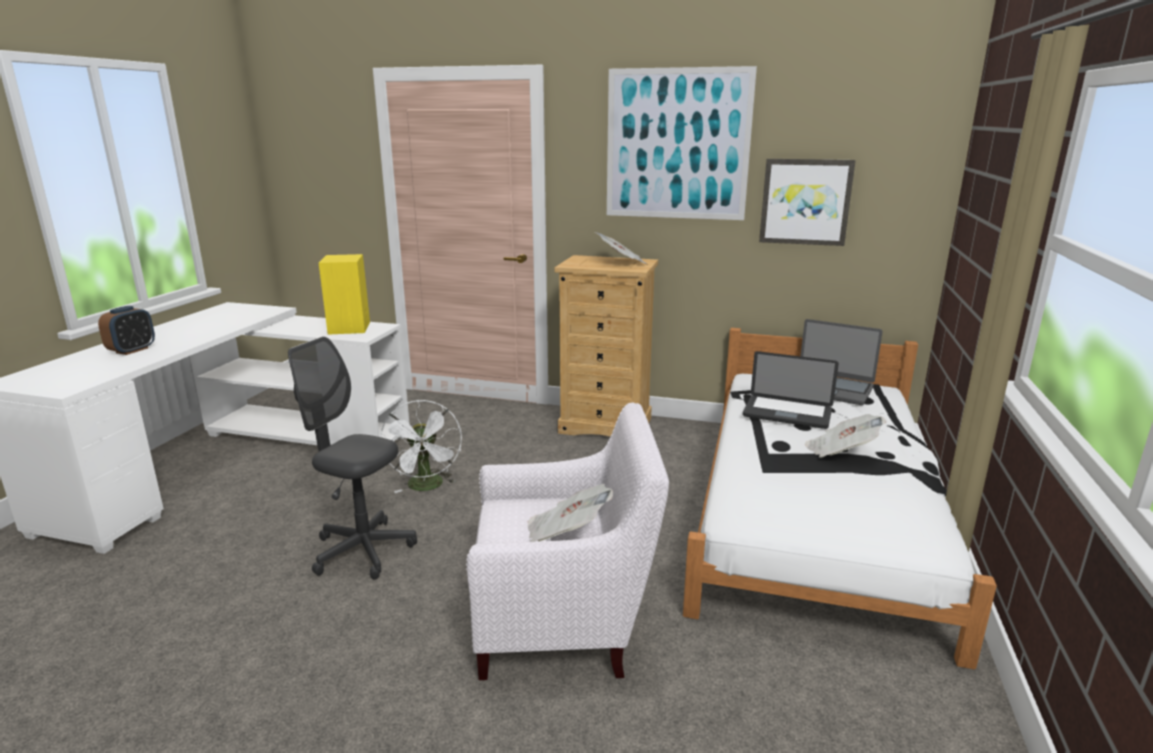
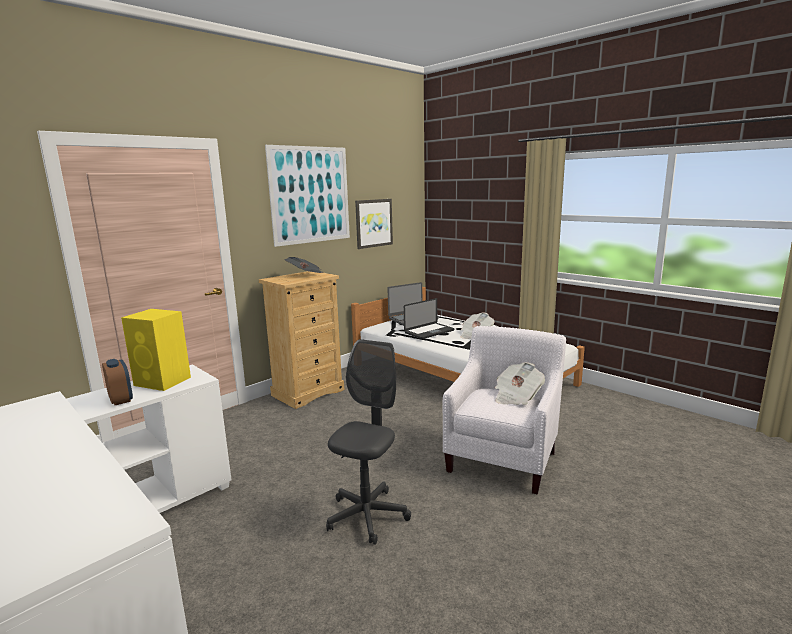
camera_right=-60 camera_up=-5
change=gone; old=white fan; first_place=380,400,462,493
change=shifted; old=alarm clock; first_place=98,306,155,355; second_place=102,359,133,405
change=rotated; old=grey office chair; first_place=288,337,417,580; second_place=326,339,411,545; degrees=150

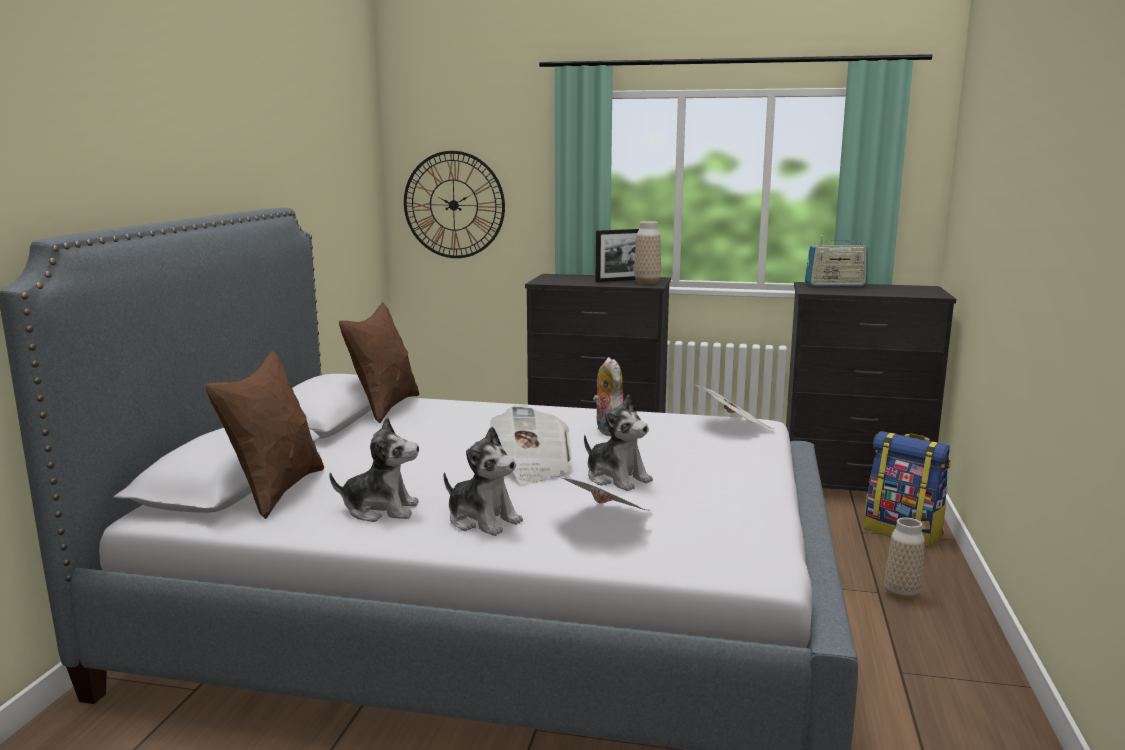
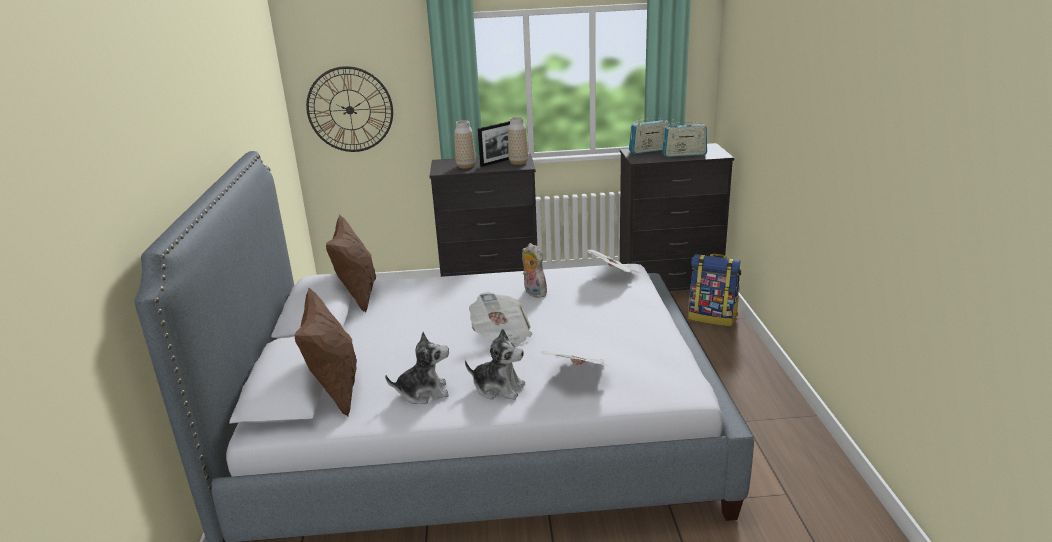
camera_right=-15 camera_up=10
change=gone; old=plush toy; first_place=584,395,653,491
change=new; new=radio; second_place=662,120,707,157
change=shifted; old=vase; first_place=884,518,925,601; second_place=455,120,476,169

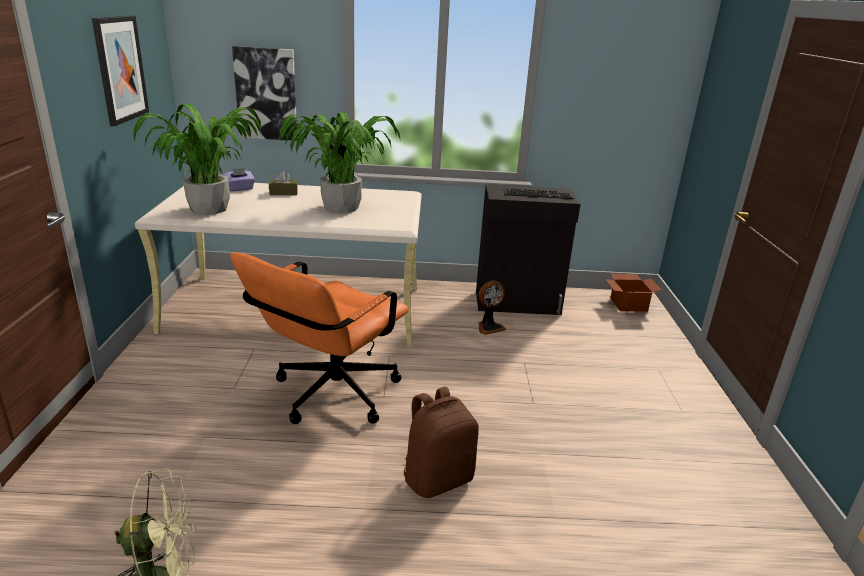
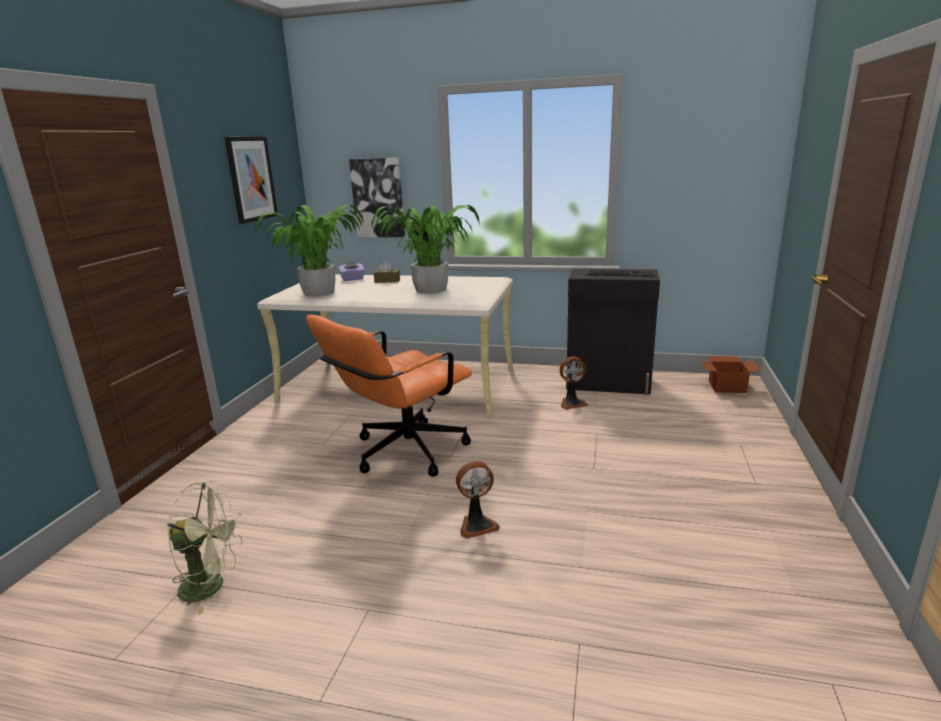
camera_right=15 camera_up=-5
change=swapped; old=brown backpack; new=fan; first_place=404,387,479,498; second_place=456,461,500,539

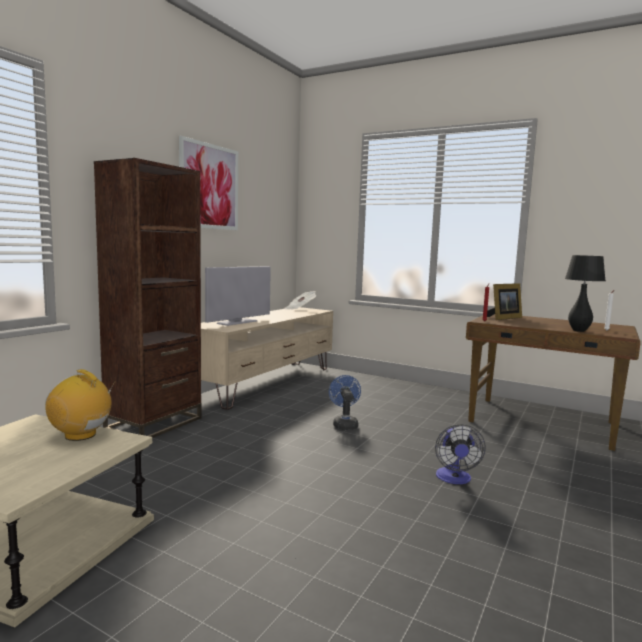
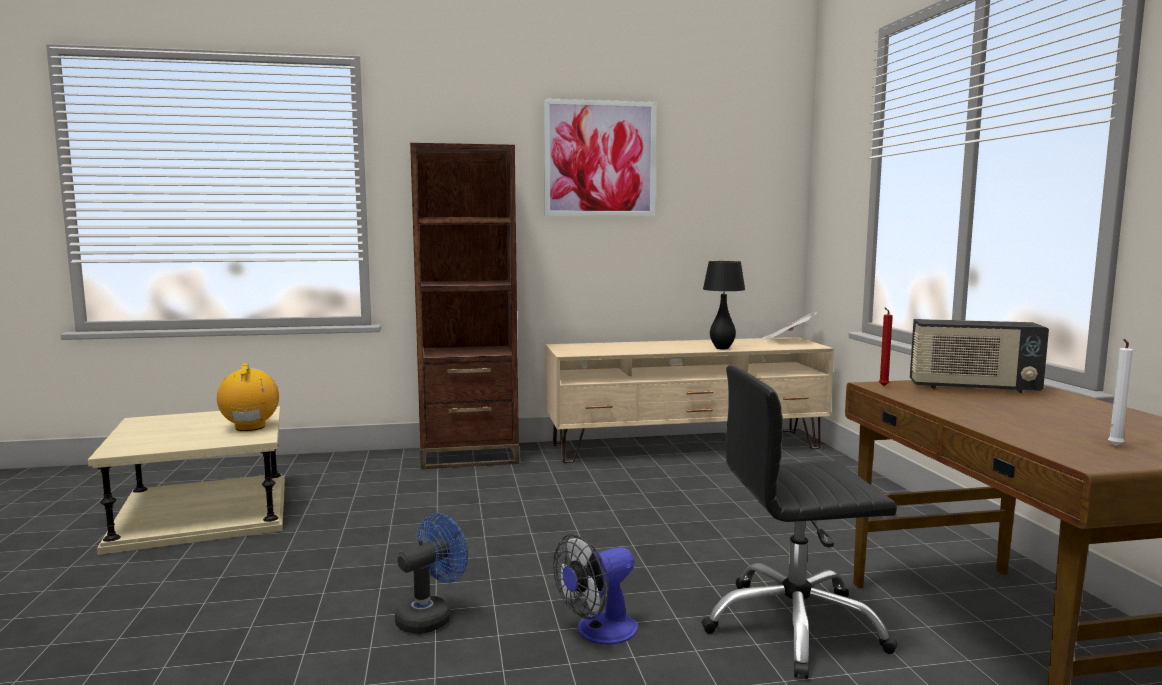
camera_right=50 camera_up=0
change=gone; old=television; first_place=205,266,271,326
change=new; new=black office chair; second_place=701,366,897,679
change=shifted; old=blue fan; first_place=329,375,361,430; second_place=395,513,468,634
change=shifted; old=black table lamp; first_place=565,255,605,332; second_place=703,261,745,350
change=swapped; old=picture frame; new=radio; first_place=487,283,522,320; second_place=910,319,1049,393

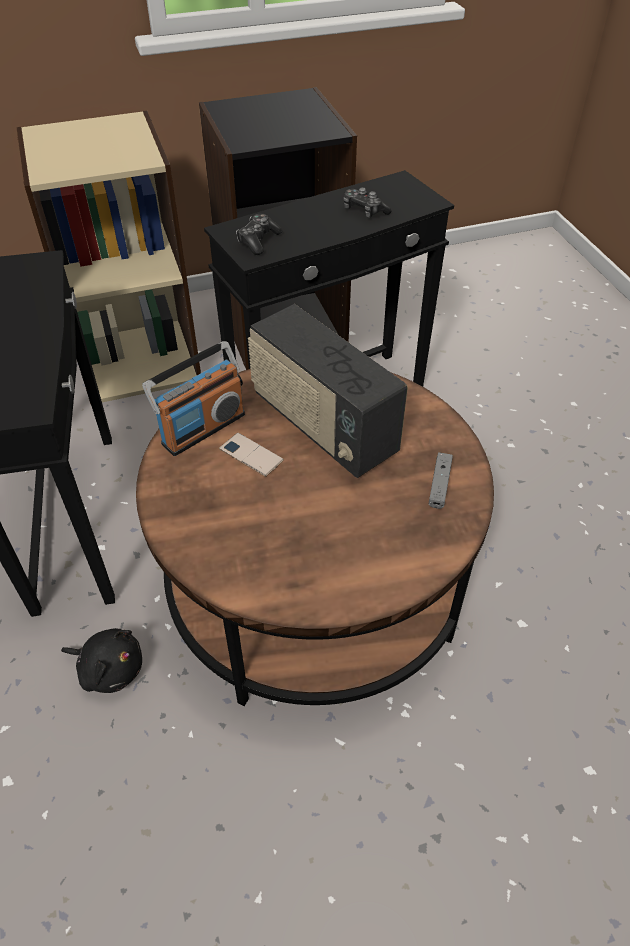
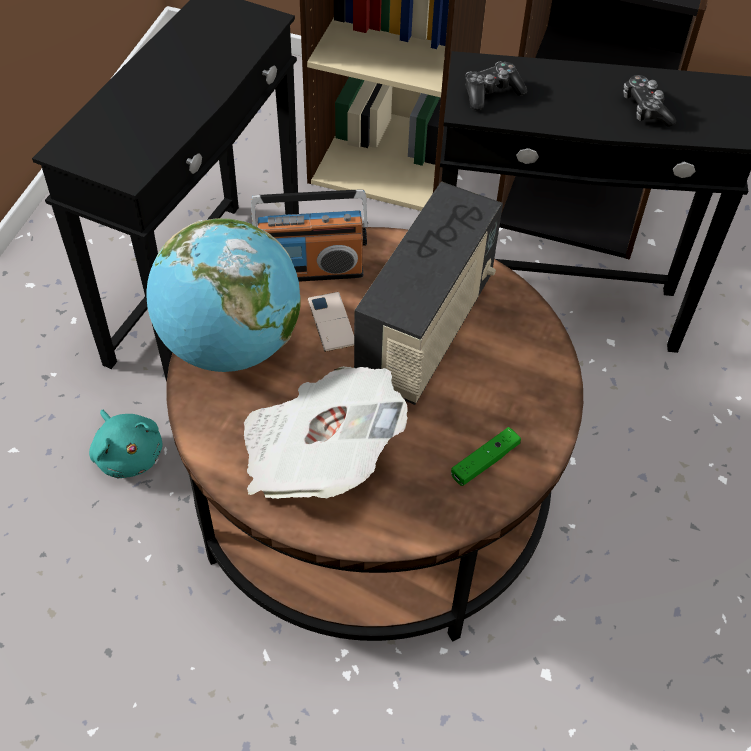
camera_right=35 camera_up=5
change=new; new=globe; second_place=146,218,301,372
change=new; new=newspaper; second_place=244,366,408,499
change=repainted; old=black plush toy; new=turquoise plush toy; first_place=61,628,142,693; second_place=89,410,163,478
change=repainted; old=grey game controller; new=green game controller; first_place=429,452,453,509; second_place=451,427,521,486
change=rotated; old=radio; first_place=248,304,408,478; second_place=354,181,503,405; degrees=-150

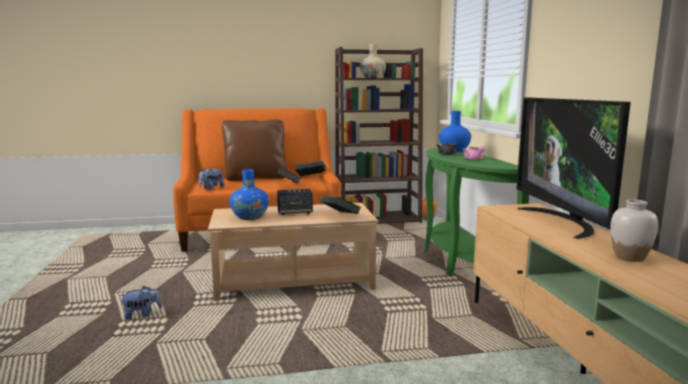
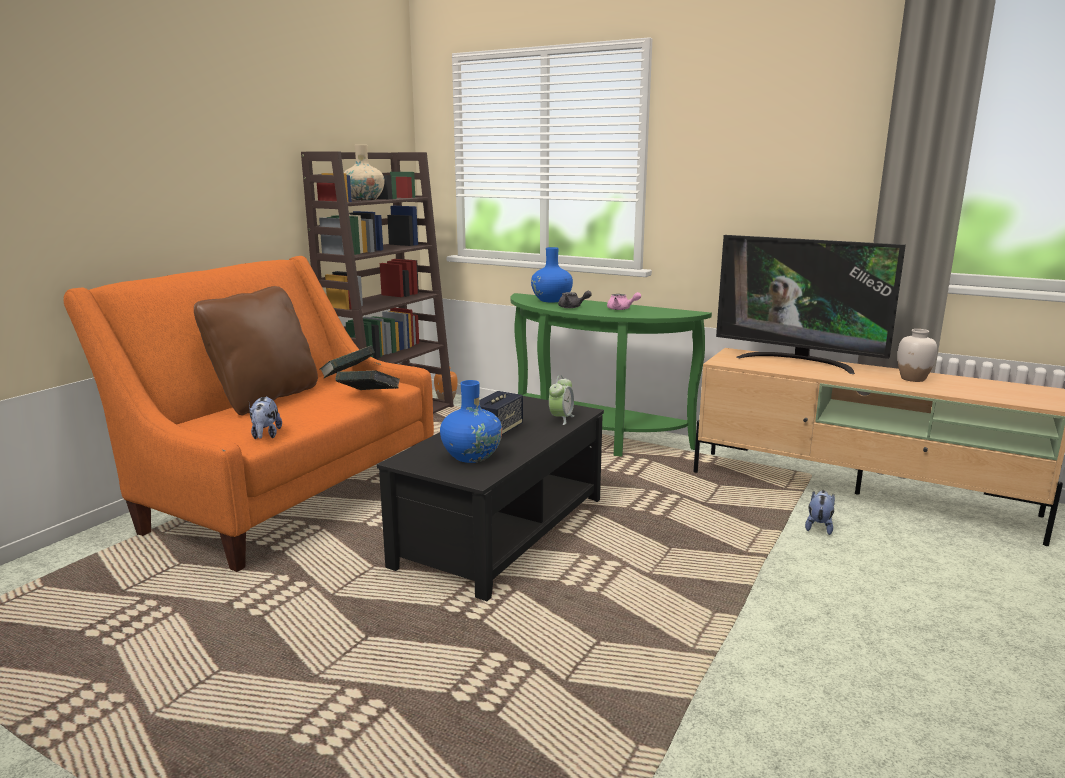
camera_right=-50 camera_up=5
change=shifted; old=plush toy; first_place=119,286,162,320; second_place=805,490,835,535
change=swapped; old=book; new=alarm clock; first_place=320,195,361,214; second_place=549,375,575,425
change=repainted; old=beige coffee table; new=black coffee table; first_place=208,203,379,301; second_place=377,396,604,601

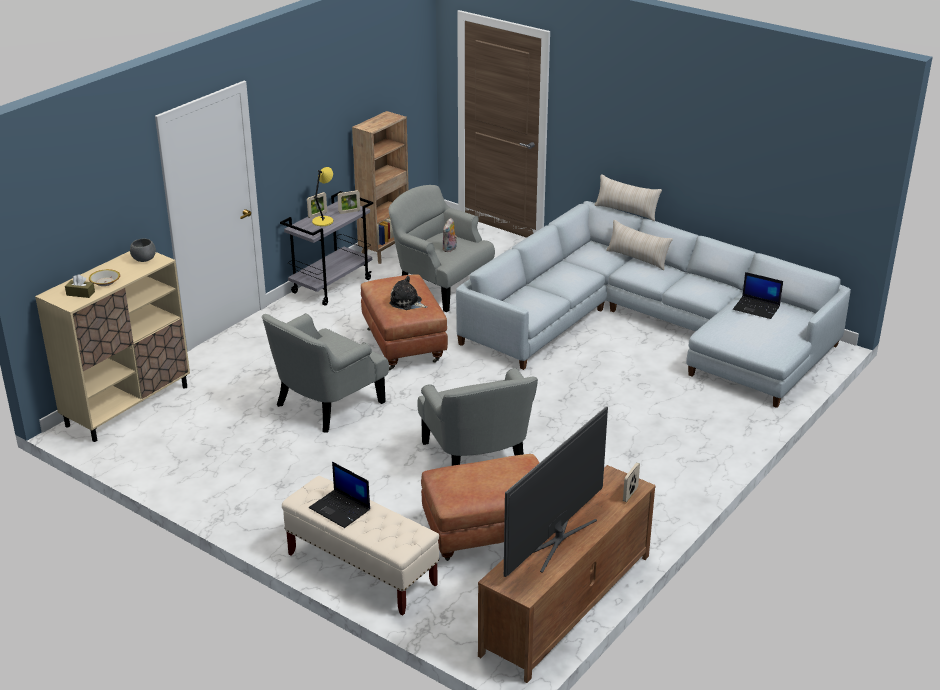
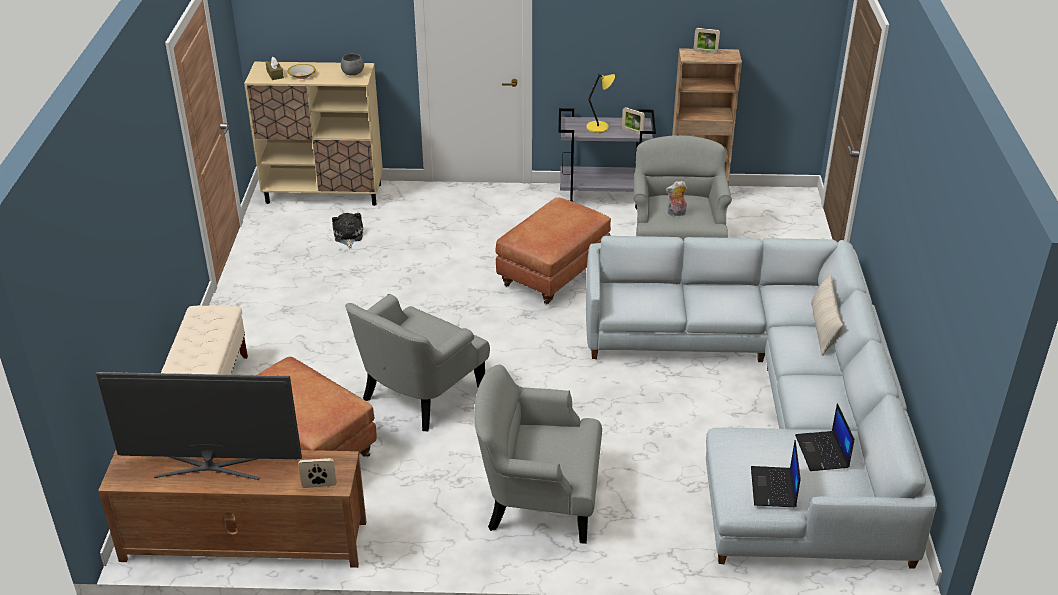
camera_right=55 camera_up=5
change=gone; old=beige pillow; first_place=594,174,662,221
change=shifted; old=grey armchair; first_place=262,313,389,433; second_place=474,365,602,544
change=shifted; old=picture frame; first_place=307,192,327,218; second_place=694,28,720,53
change=shifted; old=laptop; first_place=309,462,370,528; second_place=751,440,801,507
change=shifted; old=plush toy; first_place=389,276,428,310; second_place=332,213,363,248

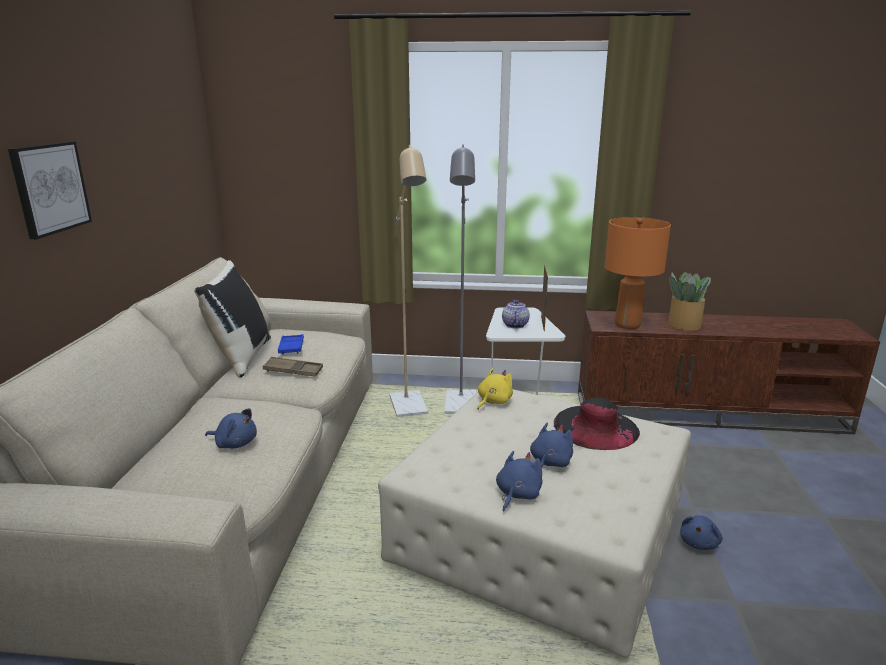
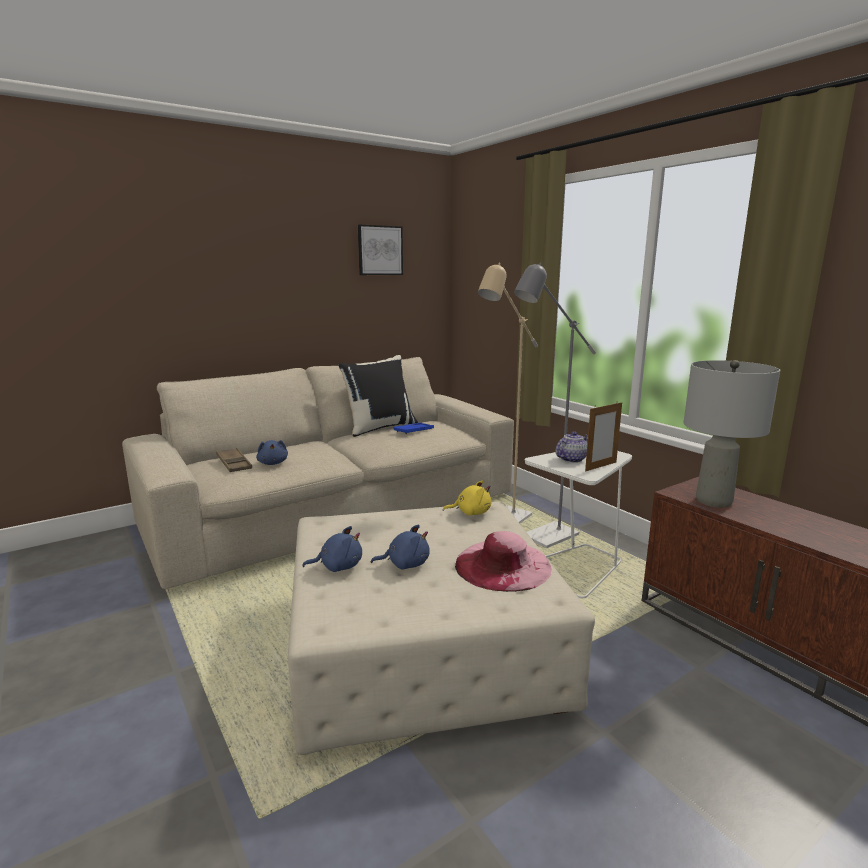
camera_right=50 camera_up=-5
change=gone; old=potted plant; first_place=668,272,711,331
change=gone; old=blue plush toy; first_place=680,515,722,550
change=shifted; old=picture; first_place=8,141,92,239; second_place=358,225,403,275
change=shifted; old=brown tray; first_place=263,357,323,376; second_place=216,448,252,472
change=repainted; old=black hat; new=pink hat; first_place=554,398,640,450; second_place=455,531,552,592
change=repainted; old=orange table lamp; new=grey table lamp; first_place=605,217,671,329; second_place=684,360,780,508

